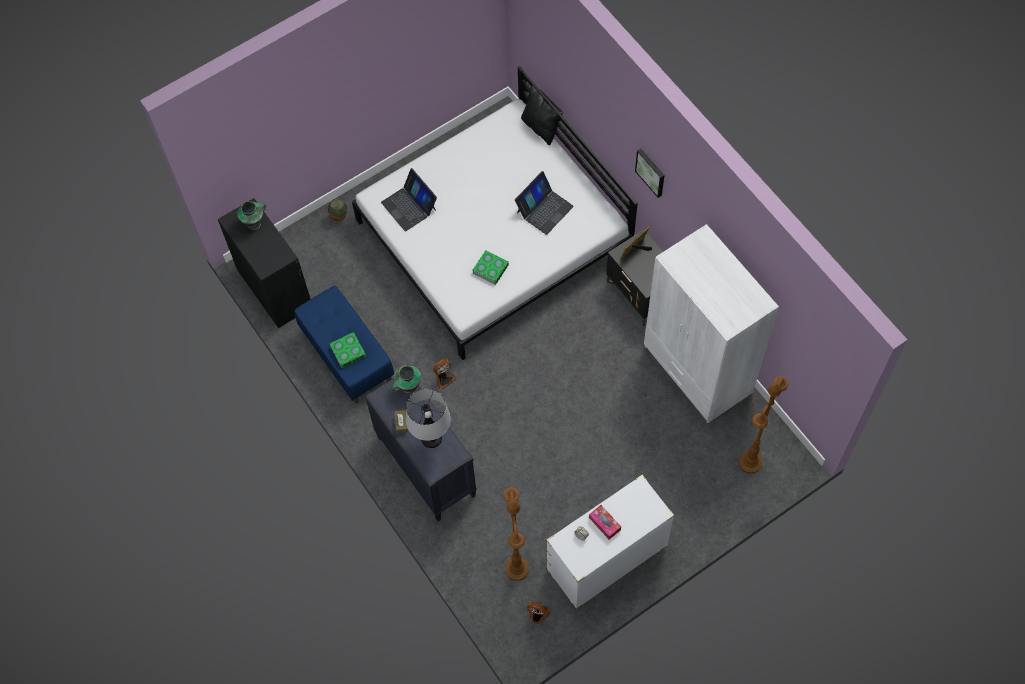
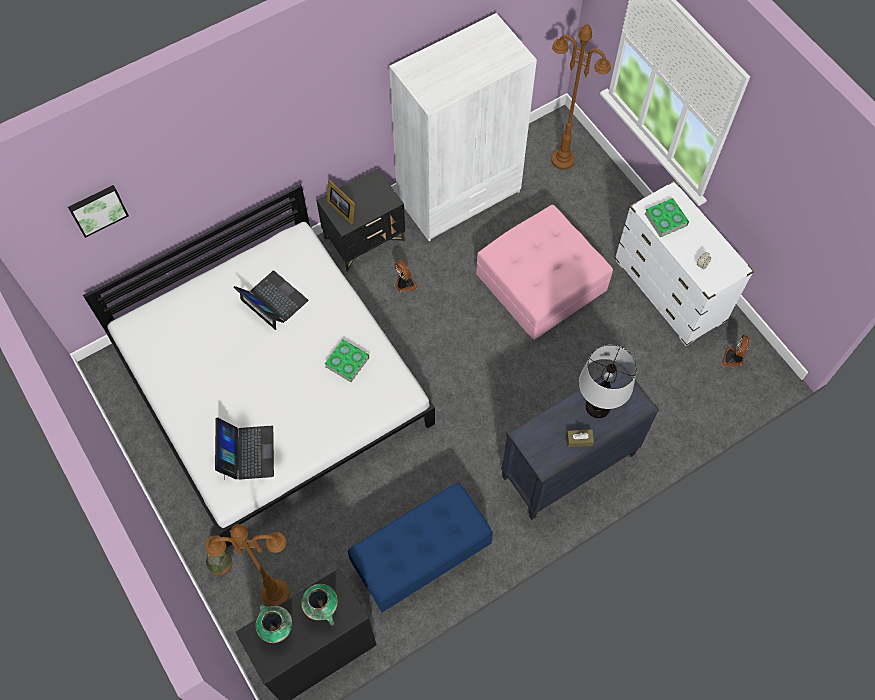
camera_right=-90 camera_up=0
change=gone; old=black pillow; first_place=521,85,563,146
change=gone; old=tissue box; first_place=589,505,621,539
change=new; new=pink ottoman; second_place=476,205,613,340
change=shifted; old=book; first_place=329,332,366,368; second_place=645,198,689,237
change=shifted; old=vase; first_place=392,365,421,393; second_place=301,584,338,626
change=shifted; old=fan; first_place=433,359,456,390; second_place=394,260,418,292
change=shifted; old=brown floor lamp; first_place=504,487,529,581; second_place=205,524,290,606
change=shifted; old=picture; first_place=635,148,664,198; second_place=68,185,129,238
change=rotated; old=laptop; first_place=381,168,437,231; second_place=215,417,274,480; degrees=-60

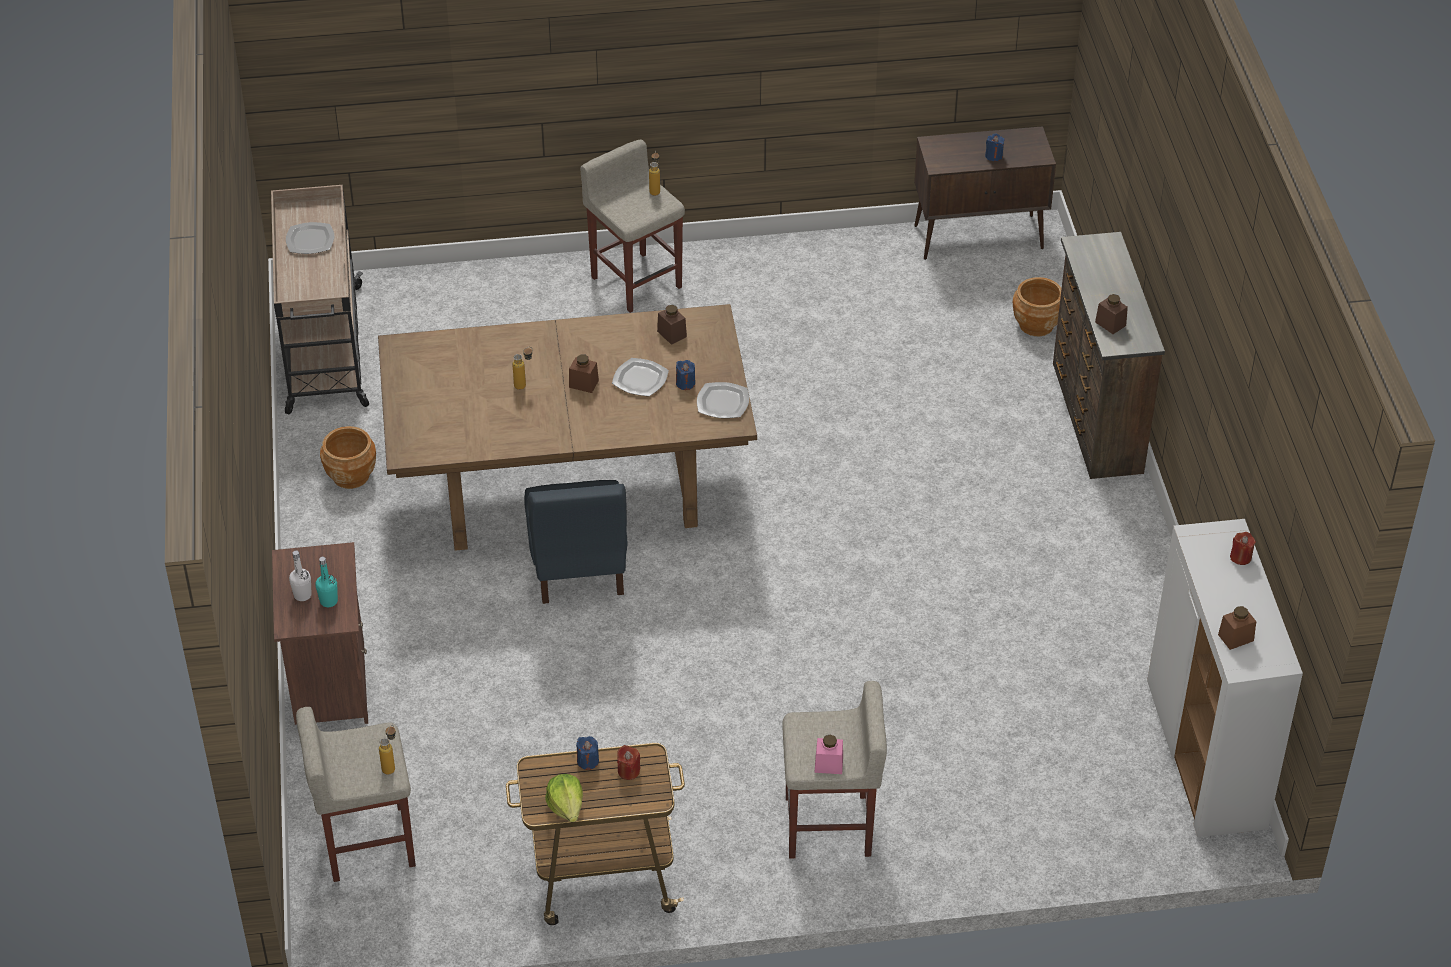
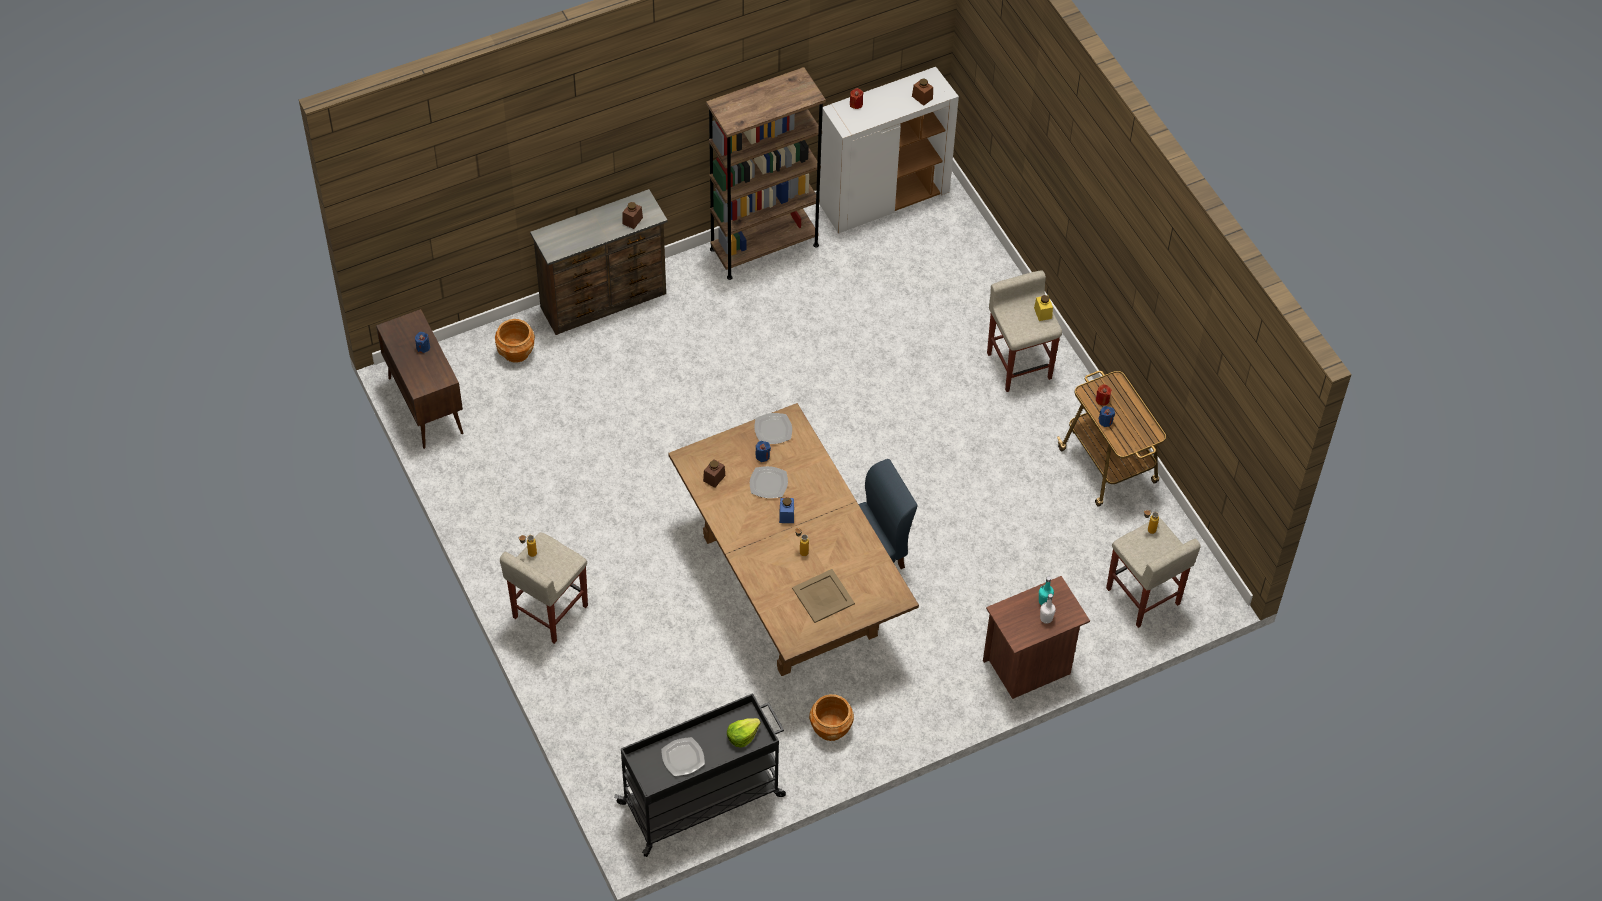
camera_right=-110 camera_up=10
change=new; new=brown bookcase; second_place=706,67,826,280
change=new; new=beige tray; second_place=792,569,855,623
change=shifted; old=lettuce; first_place=545,774,583,822; second_place=727,718,761,748
change=repainted; old=beige cart; new=black cart; first_place=271,185,369,414; second_place=614,693,786,857
change=repainted; old=brown jar; new=blue jar; first_place=569,354,599,393; second_place=779,497,794,523
change=repainted; old=pink jar; new=yellow jar; first_place=815,734,843,774; second_place=1034,295,1053,321

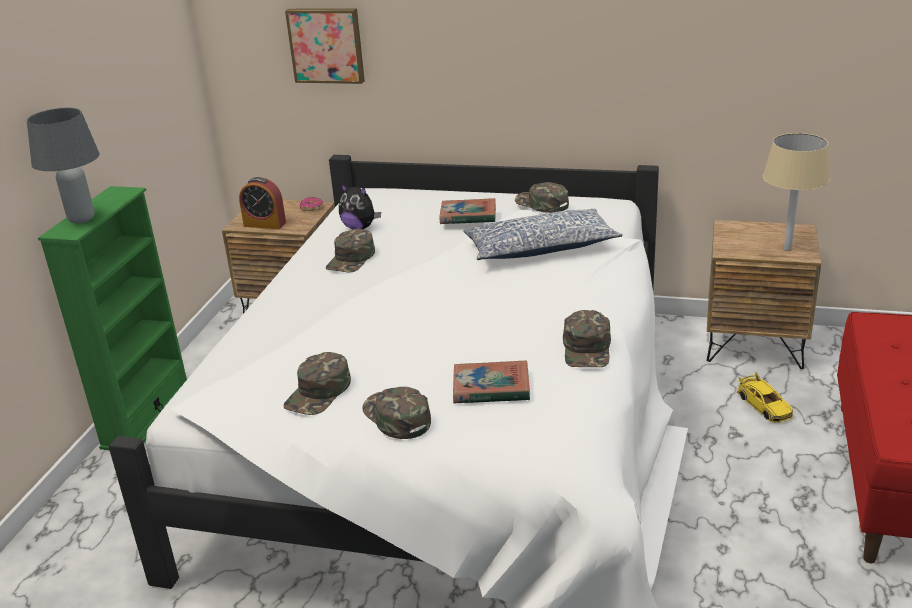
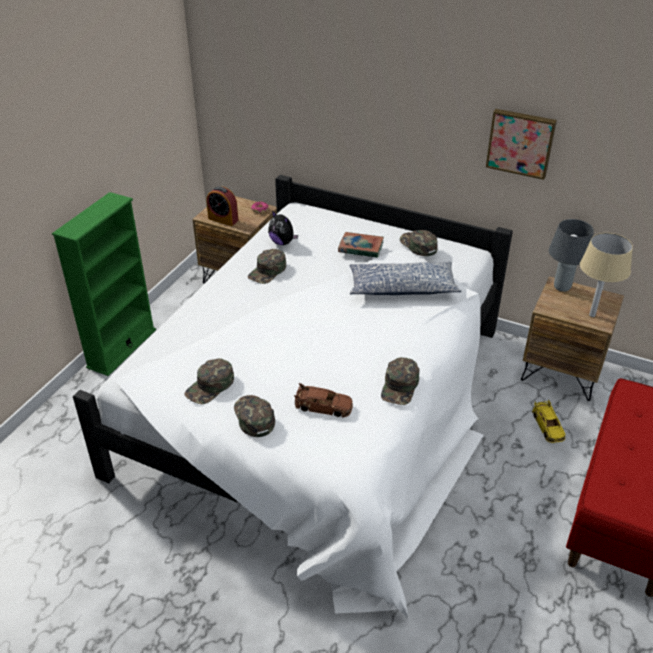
camera_right=10 camera_up=10
change=shifted; old=grey table lamp; first_place=27,108,100,224; second_place=549,219,594,292
change=shifted; old=picture; first_place=285,8,365,84; second_place=486,109,557,180
change=swapped; old=book; new=brown toy car; first_place=453,360,530,403; second_place=294,383,353,417

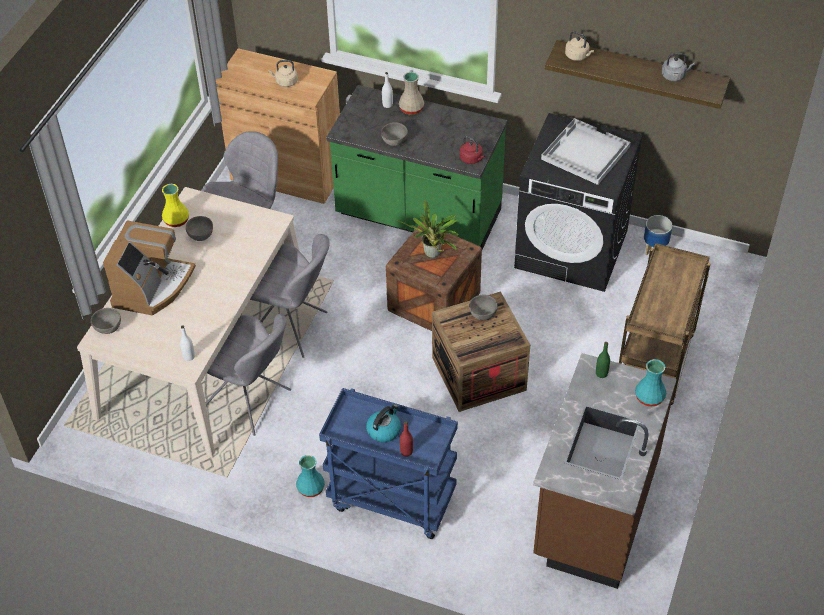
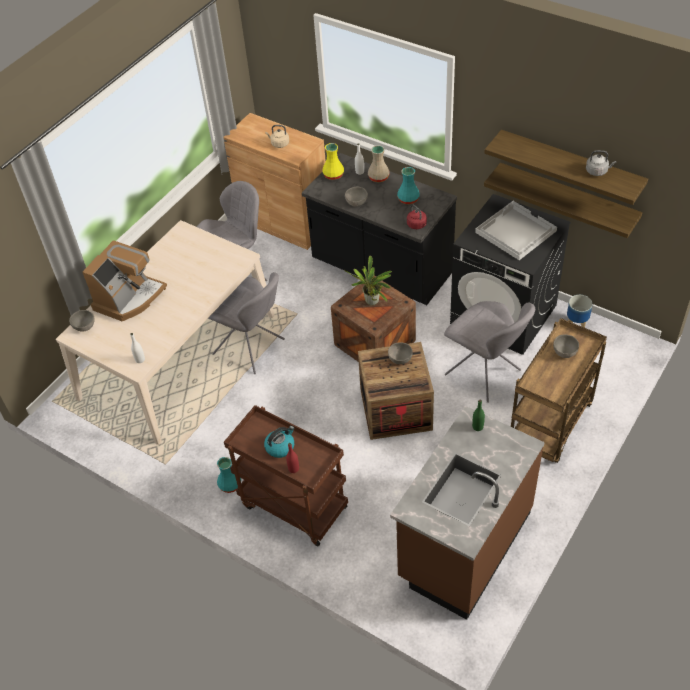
camera_right=15 camera_up=0
change=gone; old=beige kettle; first_place=565,31,594,61
change=new; new=shelf; second_place=484,163,643,238
change=shifted; old=yellow vase; first_place=162,184,189,227; second_place=323,143,344,180
change=shifted; old=grey bowl; first_place=186,216,213,241; second_place=553,334,579,358
change=shifted; old=grey chair; first_place=206,314,291,436; second_place=444,301,535,403
change=shifted; old=turquoise vase; first_place=635,359,666,407; second_place=397,167,420,204
change=repainted; old=blue cart; new=brown cart; first_place=319,388,458,539; second_place=224,405,348,546
change=repainted; old=green counter; new=black counter; first_place=326,85,507,250; second_place=302,153,457,305

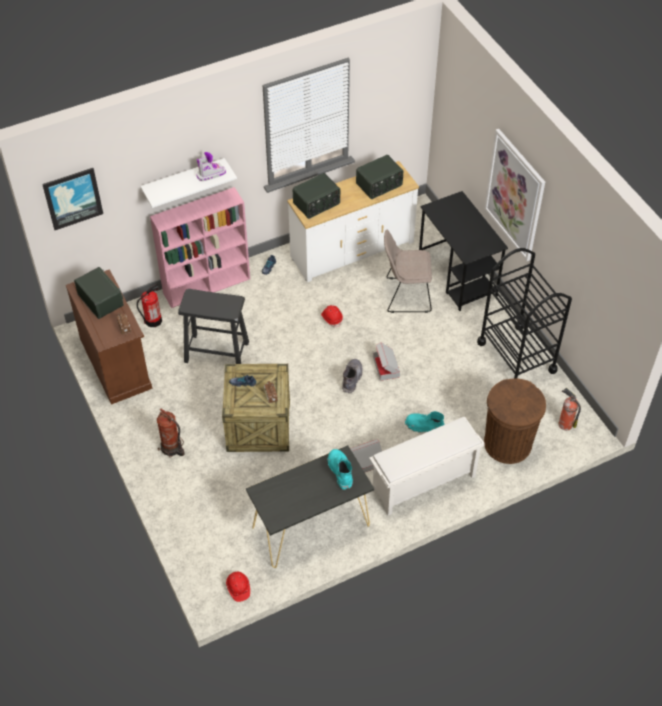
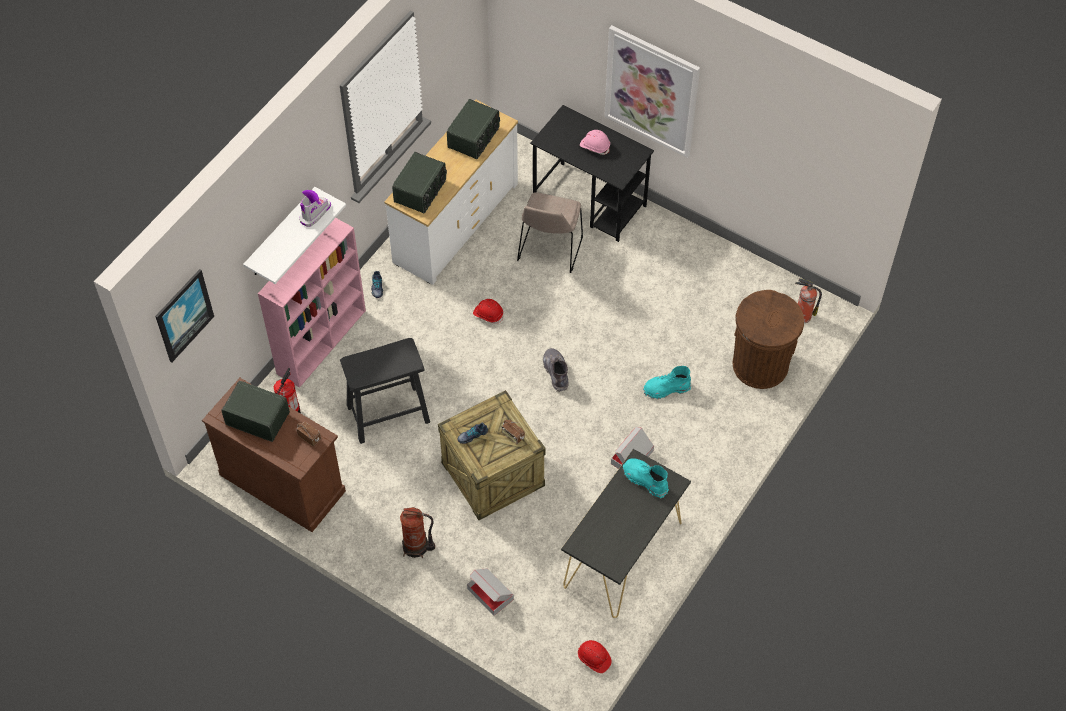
camera_right=-30 camera_up=5
change=gone; old=white shoe rack; first_place=369,417,485,516
change=gone; old=black cart; first_place=477,248,572,378
change=new; new=pink hard hat; second_place=580,130,610,155
change=shifted; old=cardboard box; first_place=373,342,400,381; second_place=467,568,514,616
change=rotated; old=beige chair; first_place=384,230,432,313; second_place=517,192,583,273; degrees=-45

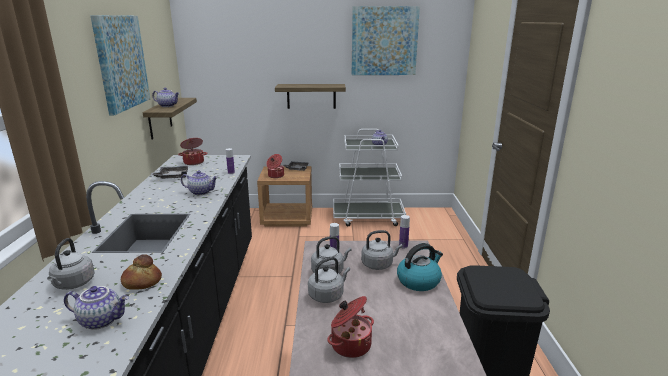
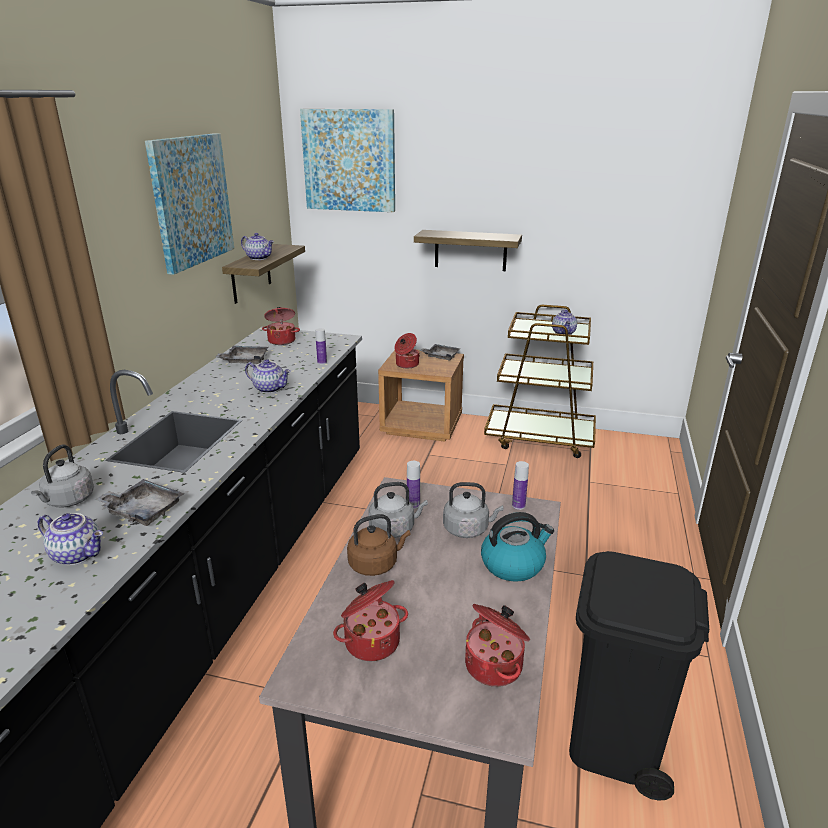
camera_right=15 camera_up=5
change=new; new=cooking pot; second_place=465,604,530,687
change=shifted; old=picture; first_place=352,6,420,75; second_place=300,109,395,212
change=swapped; old=bread; new=grey tray; first_place=121,254,162,290; second_place=94,479,184,526
change=repainted; old=grey kettle; new=brown kettle; first_place=308,257,350,303; second_place=347,514,411,576
change=repainted; old=white cart; new=brown cart; first_place=333,129,406,226; second_place=484,305,596,458

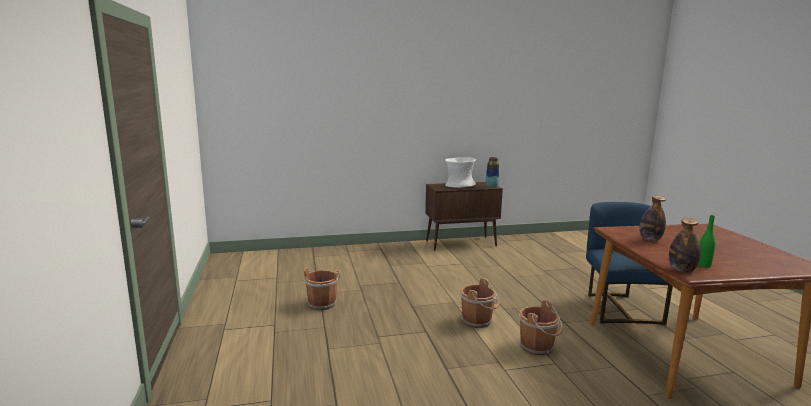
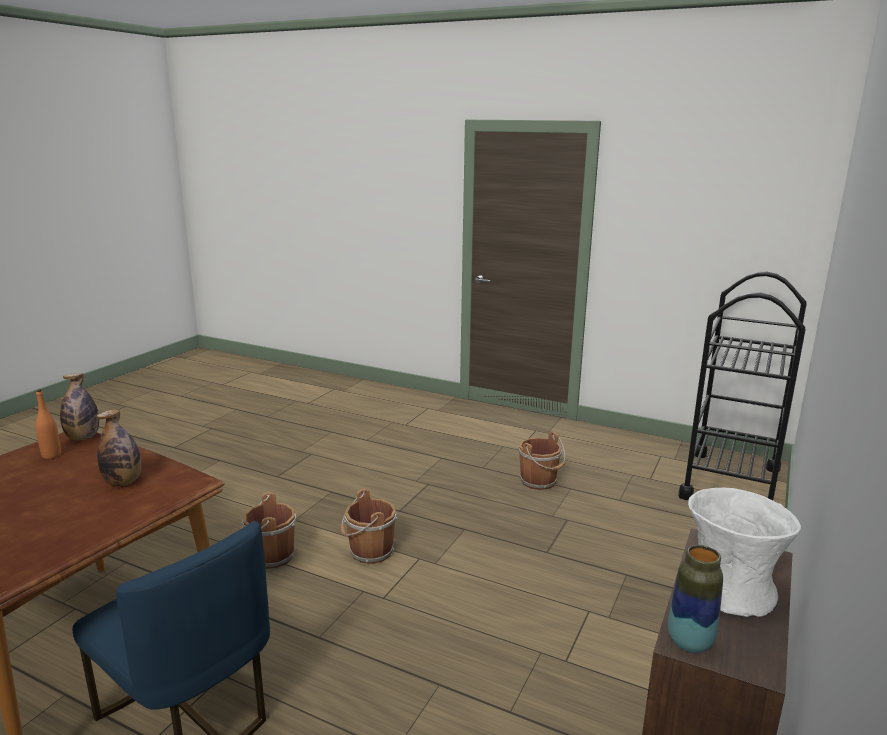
camera_right=130 camera_up=5
change=new; new=black cart; second_place=678,272,807,500
change=repainted; old=green bottle; new=orange bottle; first_place=698,215,715,268; second_place=35,389,61,459

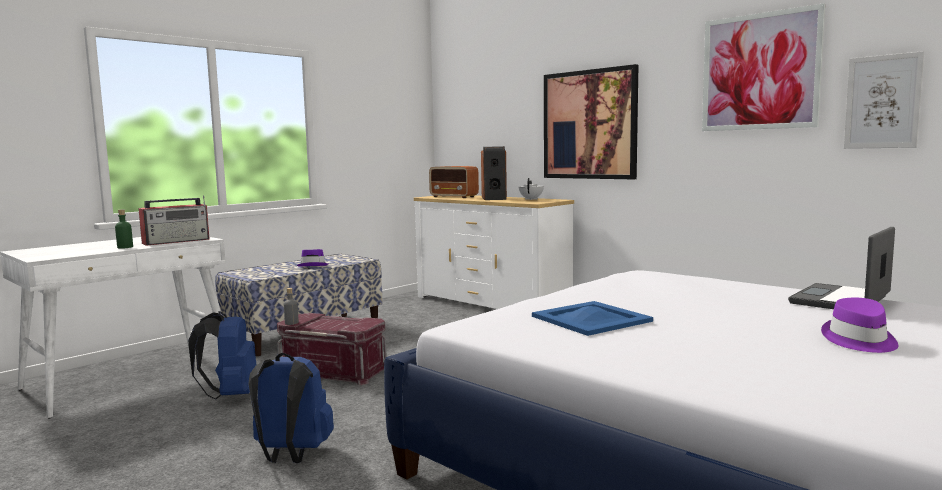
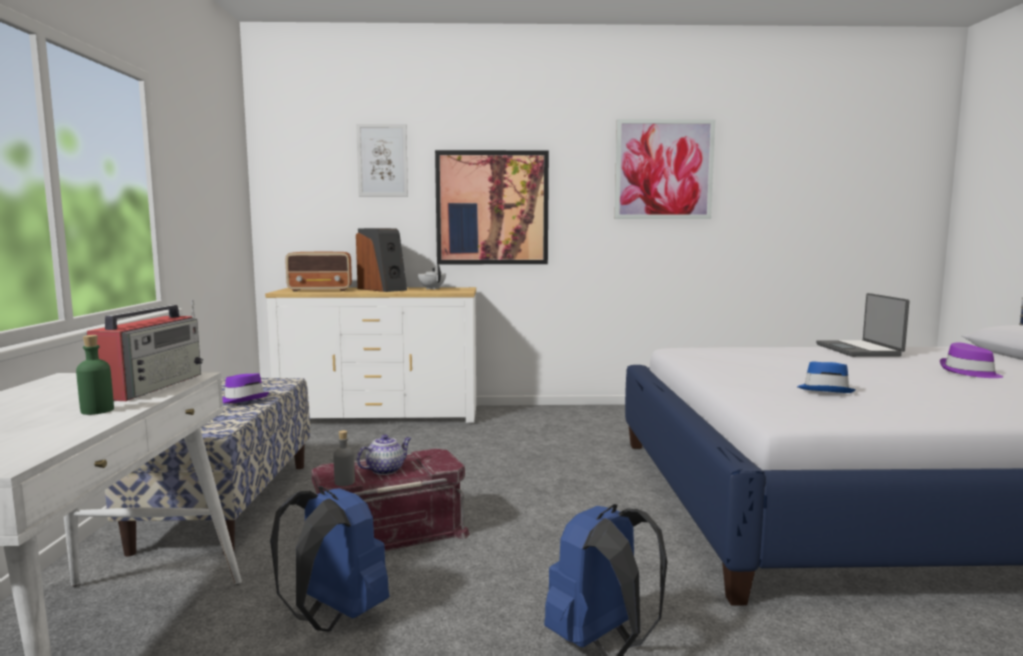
camera_right=-45 camera_up=0
change=new; new=teapot; second_place=356,434,411,475
change=shifted; old=picture; first_place=844,51,924,149; second_place=356,124,408,197
change=swapped; old=blue tray; new=blue hat; first_place=532,301,653,336; second_place=797,362,856,393

